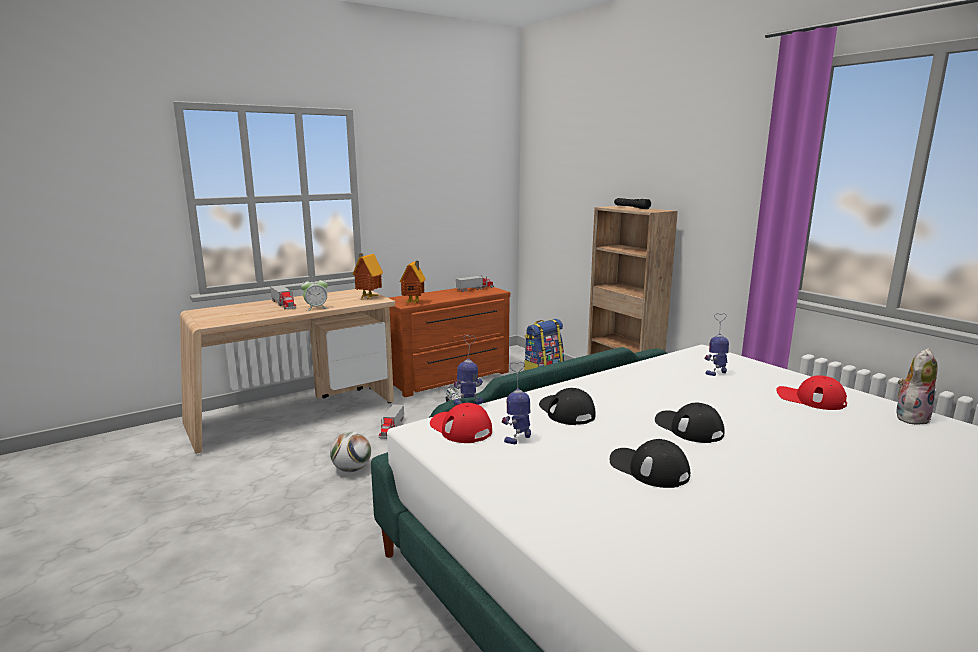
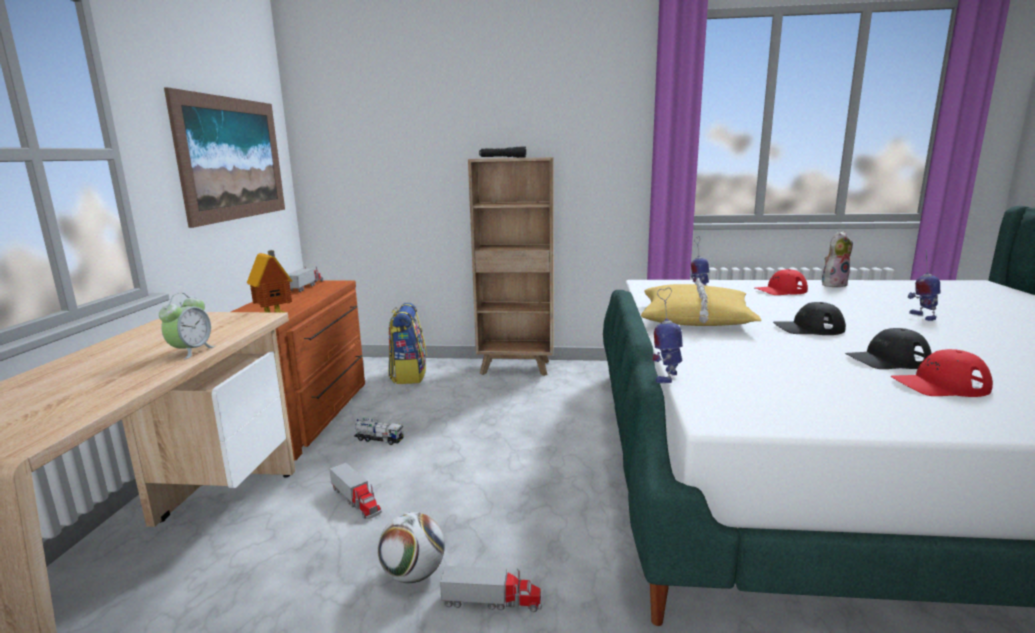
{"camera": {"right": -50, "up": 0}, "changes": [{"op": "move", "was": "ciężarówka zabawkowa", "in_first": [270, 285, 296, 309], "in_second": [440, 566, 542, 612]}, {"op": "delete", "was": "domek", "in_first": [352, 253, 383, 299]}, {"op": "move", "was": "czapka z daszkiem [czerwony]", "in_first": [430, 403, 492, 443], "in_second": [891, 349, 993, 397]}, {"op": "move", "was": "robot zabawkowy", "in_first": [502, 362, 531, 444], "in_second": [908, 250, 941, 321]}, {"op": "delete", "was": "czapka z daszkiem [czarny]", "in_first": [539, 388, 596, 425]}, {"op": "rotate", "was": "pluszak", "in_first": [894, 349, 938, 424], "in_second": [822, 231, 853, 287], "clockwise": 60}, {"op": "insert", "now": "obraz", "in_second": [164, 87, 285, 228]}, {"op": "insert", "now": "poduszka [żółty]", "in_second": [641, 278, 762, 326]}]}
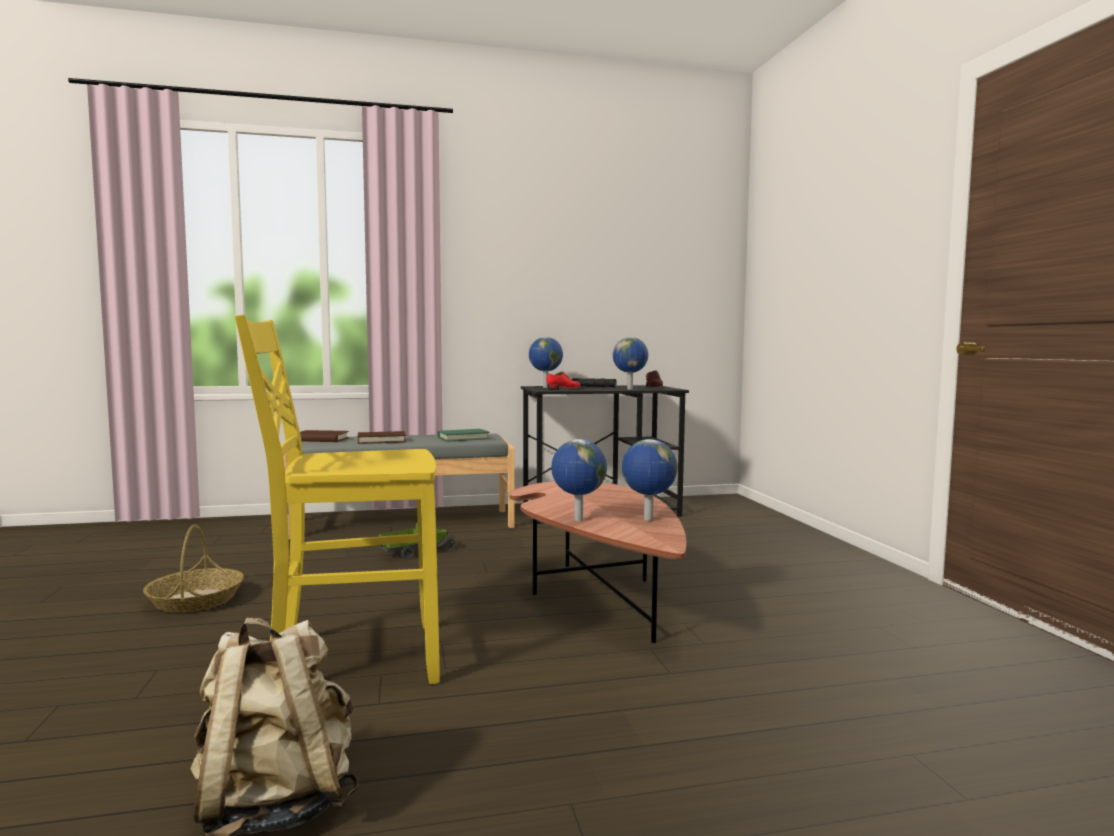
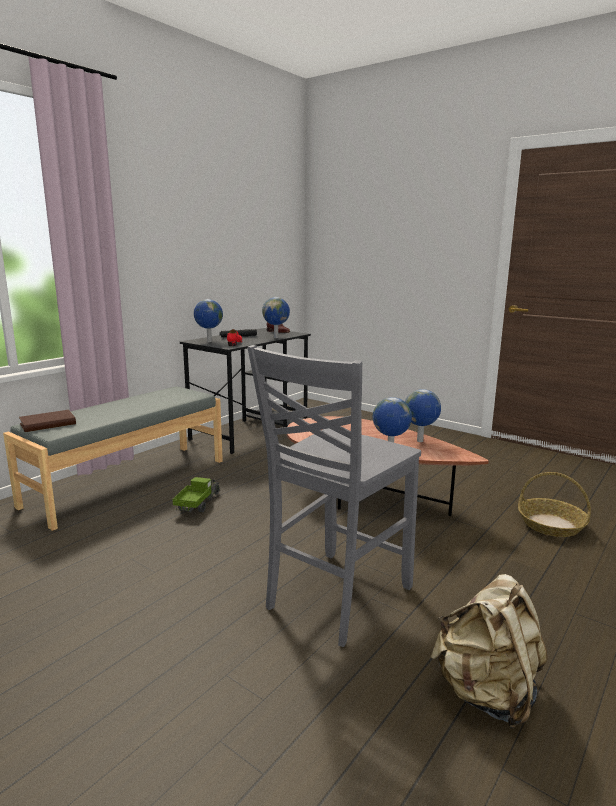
{"camera": {"right": -40, "up": 10}, "changes": [{"op": "move", "was": "koszyk", "in_first": [143, 524, 244, 613], "in_second": [518, 472, 591, 537]}, {"op": "recolor", "was": "krzesło [żółty]", "now": "krzesło [szary]", "in_first": [235, 315, 440, 684], "in_second": [247, 345, 421, 647]}, {"op": "delete", "was": "książka [brązowy]", "in_first": [358, 431, 406, 444]}, {"op": "delete", "was": "książka [zielony]", "in_first": [437, 429, 490, 442]}]}
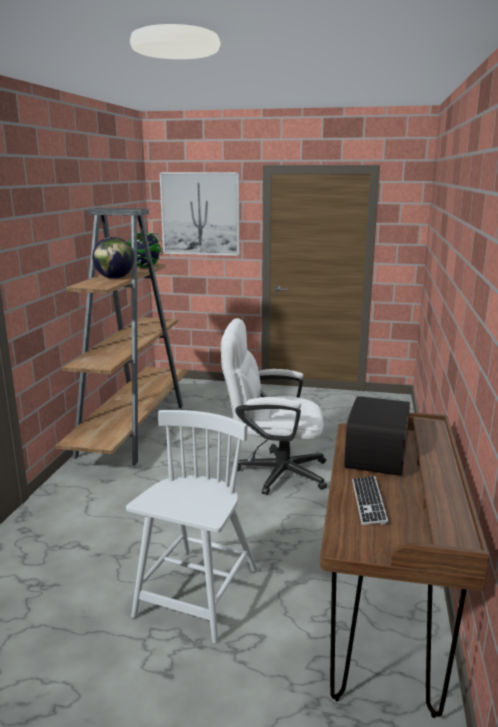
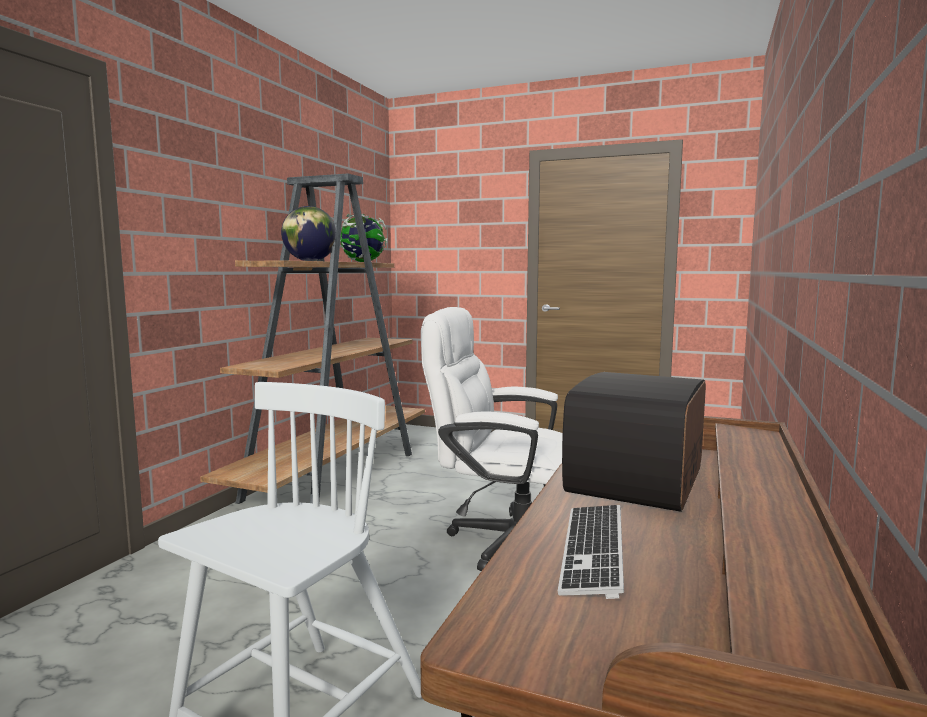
{"camera": {"right": 10, "up": -10}, "changes": [{"op": "delete", "was": "obraz", "in_first": [159, 172, 240, 256]}]}
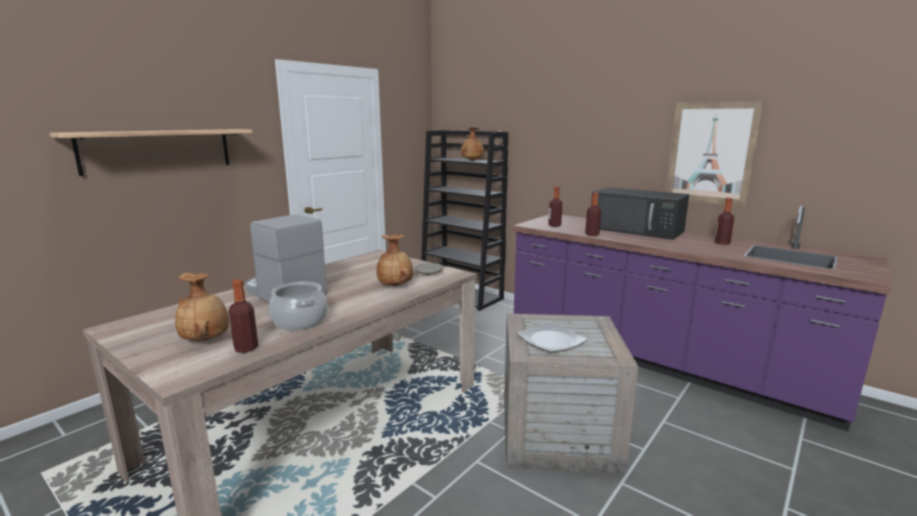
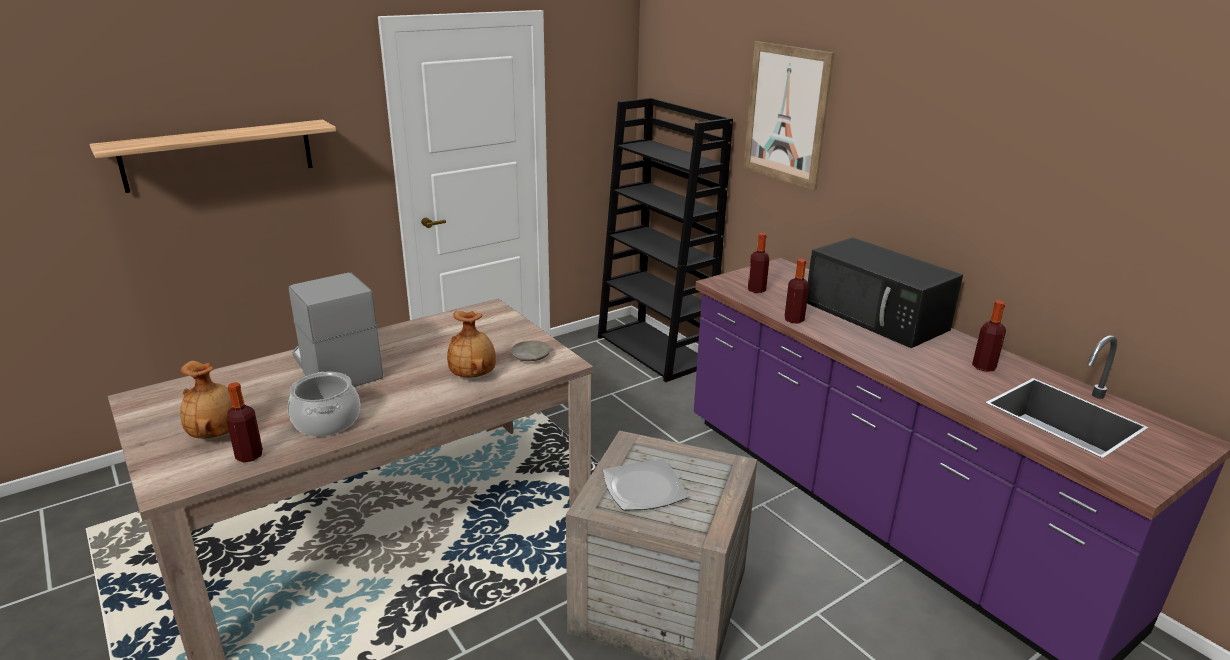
{"camera": {"right": 15, "up": 10}, "changes": [{"op": "delete", "was": "wazon [brązowy]", "in_first": [461, 127, 484, 161]}, {"op": "move", "was": "obraz", "in_first": [666, 101, 764, 207], "in_second": [743, 41, 834, 191]}]}
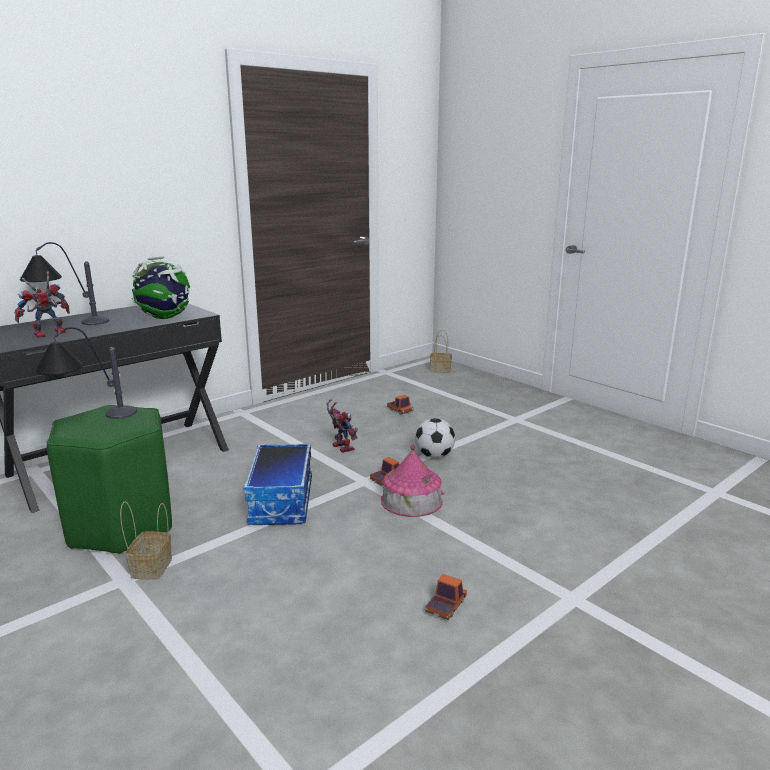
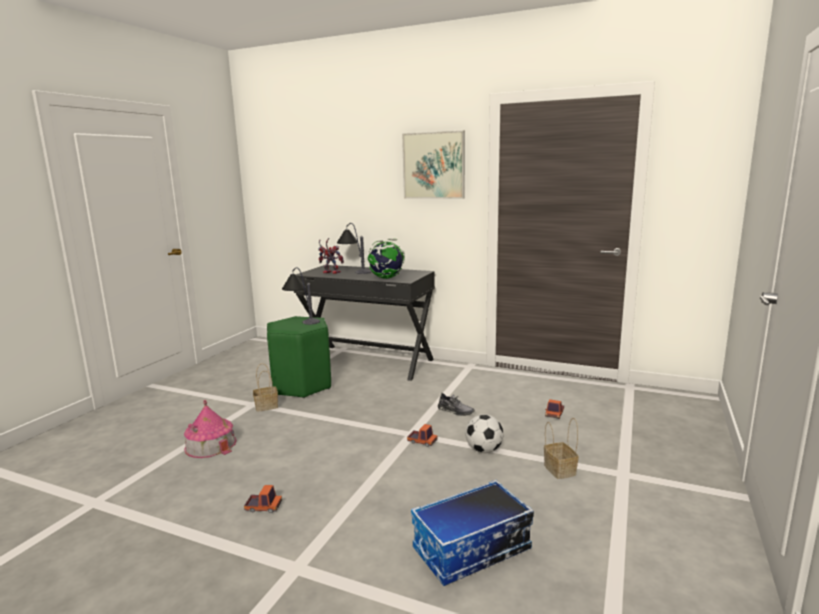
{"camera": {"right": 65, "up": -5}, "changes": [{"op": "move", "was": "pojemnik do przechowywania", "in_first": [243, 443, 312, 525], "in_second": [411, 480, 534, 586]}, {"op": "replace", "was": "robot zabawkowy", "now": "but [szary]", "in_first": [327, 399, 358, 453], "in_second": [438, 393, 475, 416]}, {"op": "move", "was": "domek", "in_first": [381, 444, 445, 517], "in_second": [184, 400, 237, 458]}, {"op": "move", "was": "koszyk", "in_first": [430, 330, 452, 373], "in_second": [544, 418, 579, 479]}, {"op": "insert", "now": "obraz", "in_second": [402, 131, 465, 199]}]}
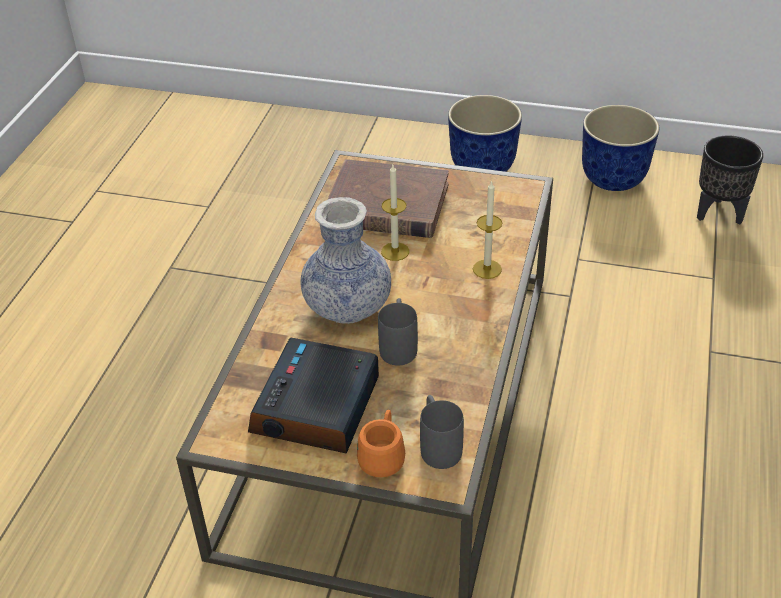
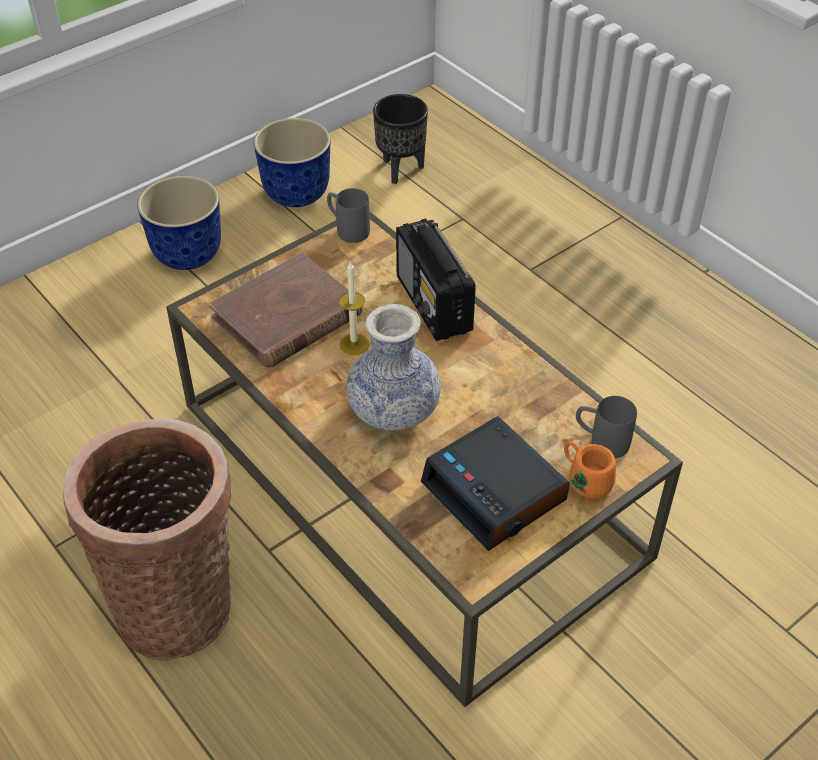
{"camera": {"right": -55, "up": 5}, "changes": [{"op": "move", "was": "kubek [szary]", "in_first": [378, 298, 418, 366], "in_second": [327, 188, 370, 243]}, {"op": "replace", "was": "świeca", "now": "radio", "in_first": [473, 180, 502, 279], "in_second": [396, 218, 476, 341]}, {"op": "insert", "now": "koszyk", "in_second": [63, 418, 231, 661]}]}
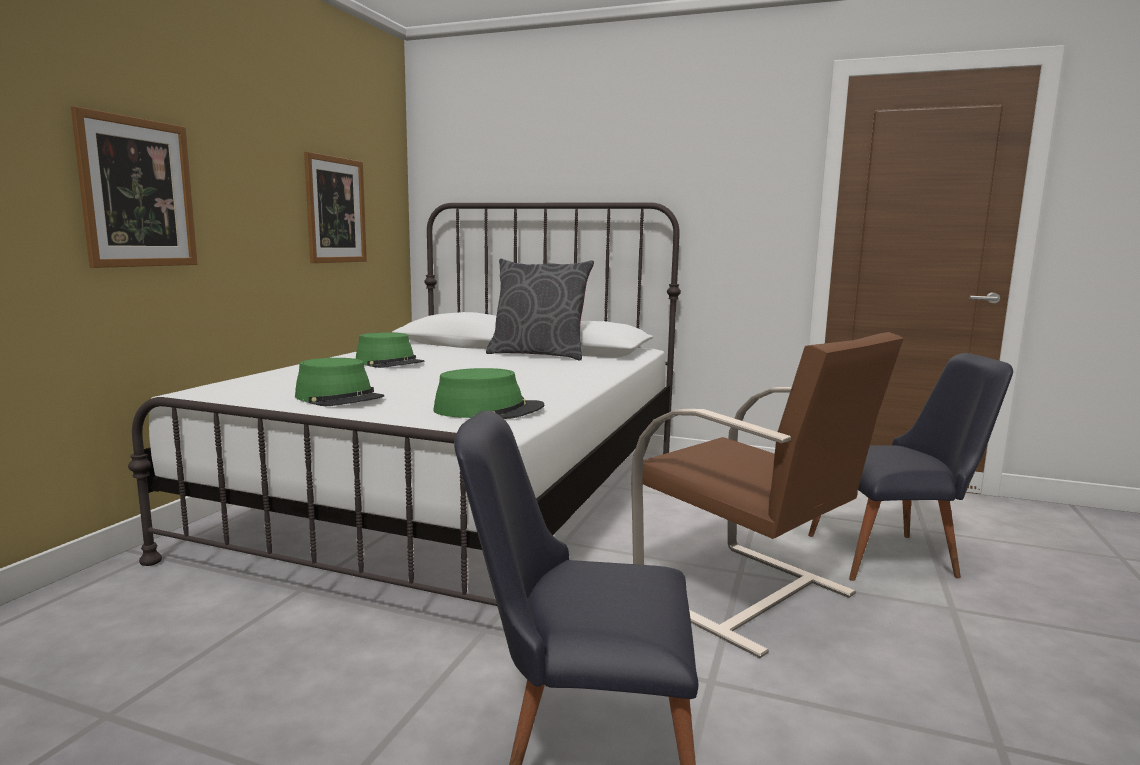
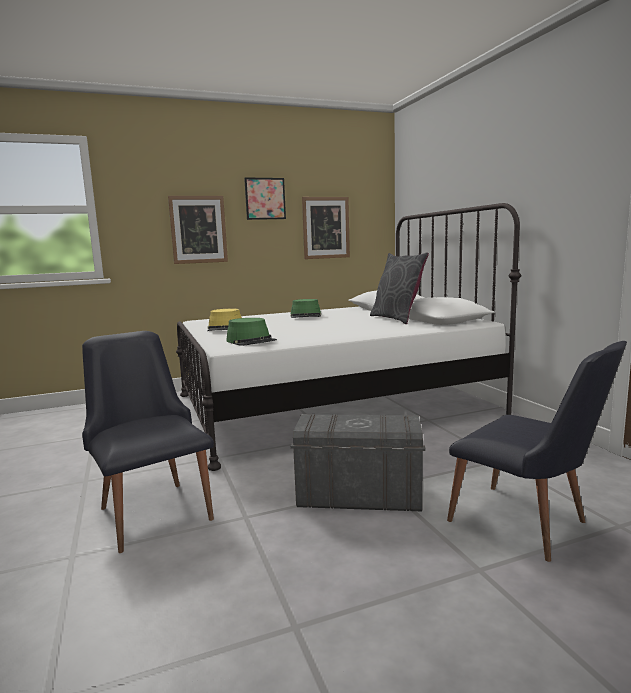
{"camera": {"right": 50, "up": 0}, "changes": [{"op": "recolor", "was": "kapelusz [zielony]", "now": "kapelusz [żółty]", "in_first": [295, 358, 384, 406], "in_second": [207, 309, 242, 331]}, {"op": "replace", "was": "fotel [brązowy]", "now": "pojemnik do przechowywania [szary]", "in_first": [631, 332, 904, 658], "in_second": [291, 414, 426, 511]}, {"op": "insert", "now": "obraz", "in_second": [244, 177, 286, 220]}]}
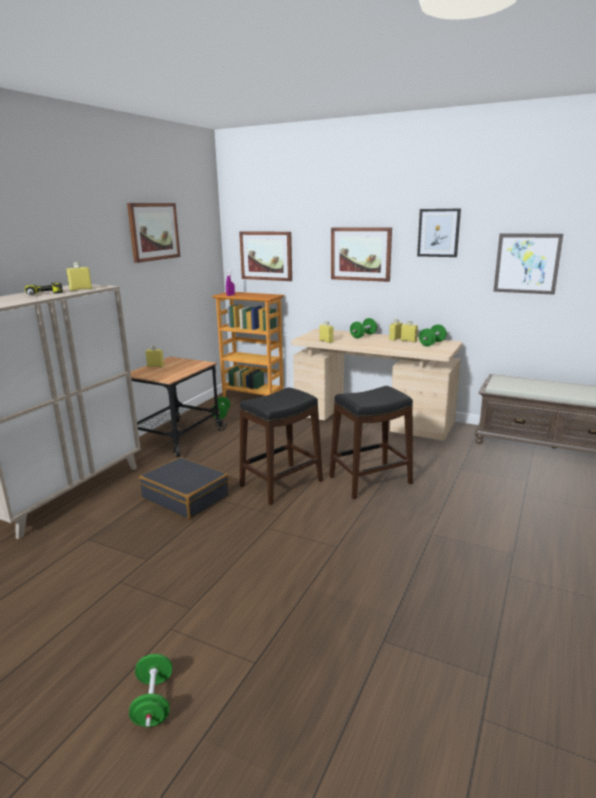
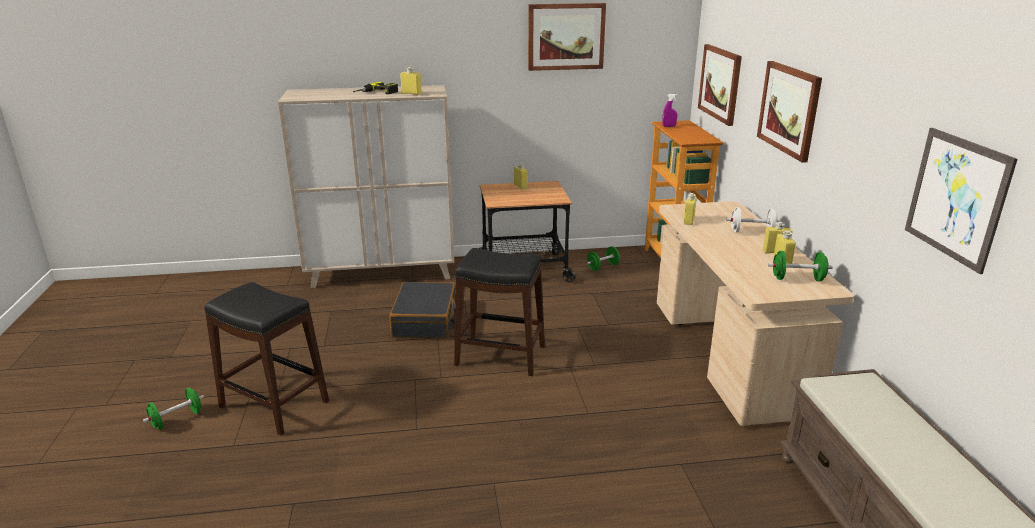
{"camera": {"right": 55, "up": 5}, "changes": [{"op": "move", "was": "stołek [czarny]", "in_first": [329, 386, 413, 499], "in_second": [204, 282, 329, 436]}, {"op": "recolor", "was": "hantel [zielony]", "now": "hantel [biały]", "in_first": [350, 318, 377, 339], "in_second": [726, 207, 782, 233]}, {"op": "delete", "was": "obraz", "in_first": [417, 208, 461, 257]}]}
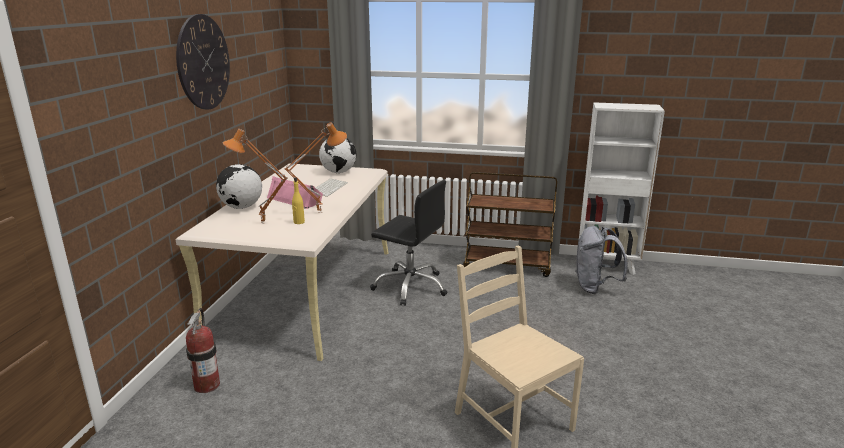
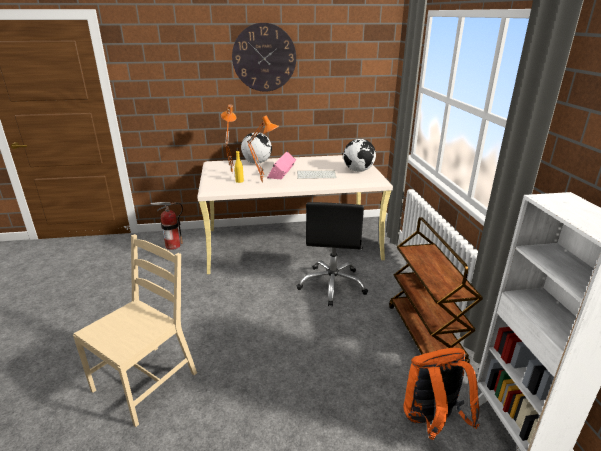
{"camera": {"right": 70, "up": 5}, "changes": [{"op": "recolor", "was": "plecak [szary]", "now": "plecak [pomarańczowy]", "in_first": [575, 226, 628, 294], "in_second": [404, 348, 480, 440]}]}
